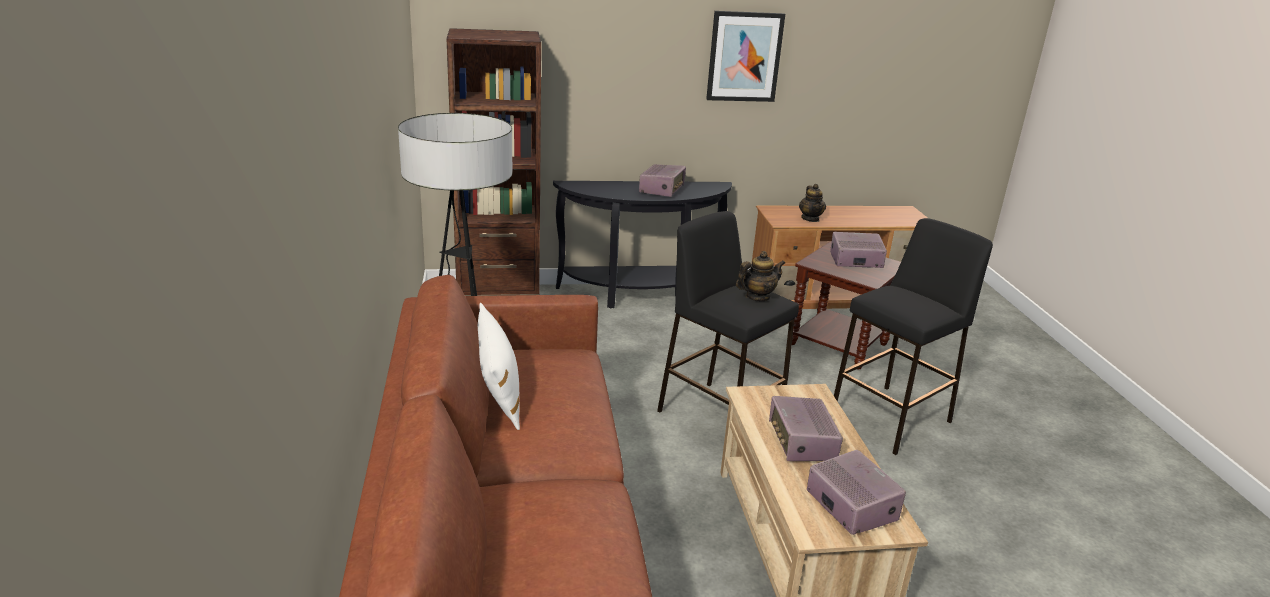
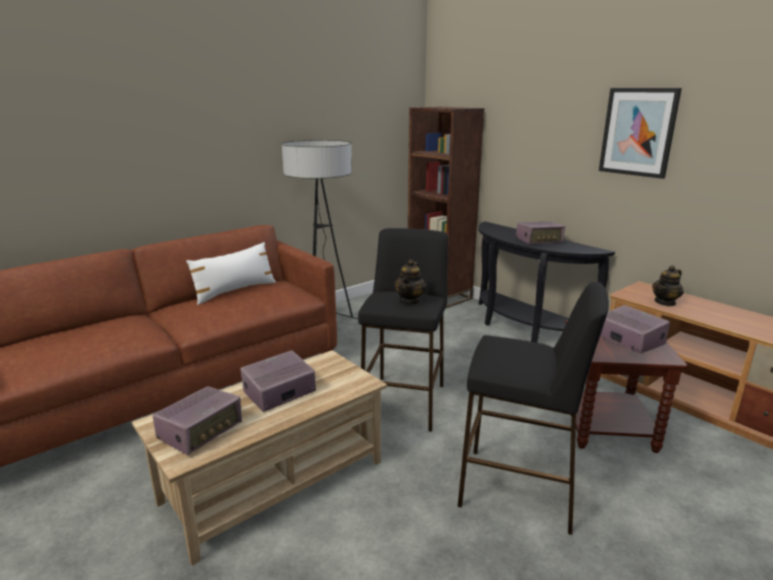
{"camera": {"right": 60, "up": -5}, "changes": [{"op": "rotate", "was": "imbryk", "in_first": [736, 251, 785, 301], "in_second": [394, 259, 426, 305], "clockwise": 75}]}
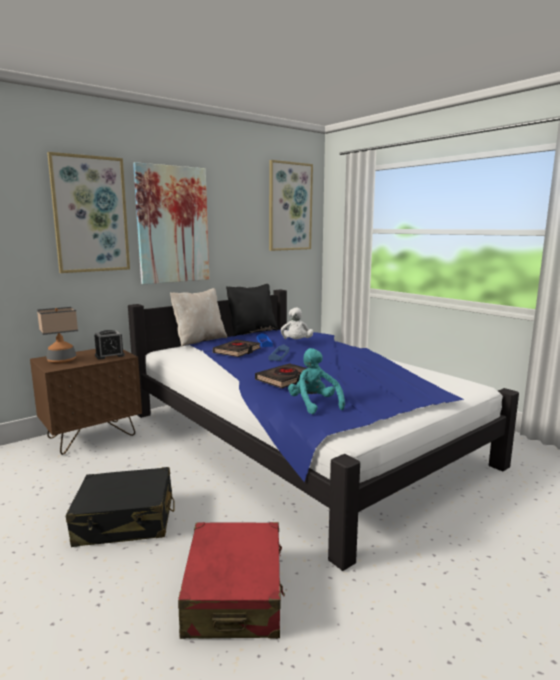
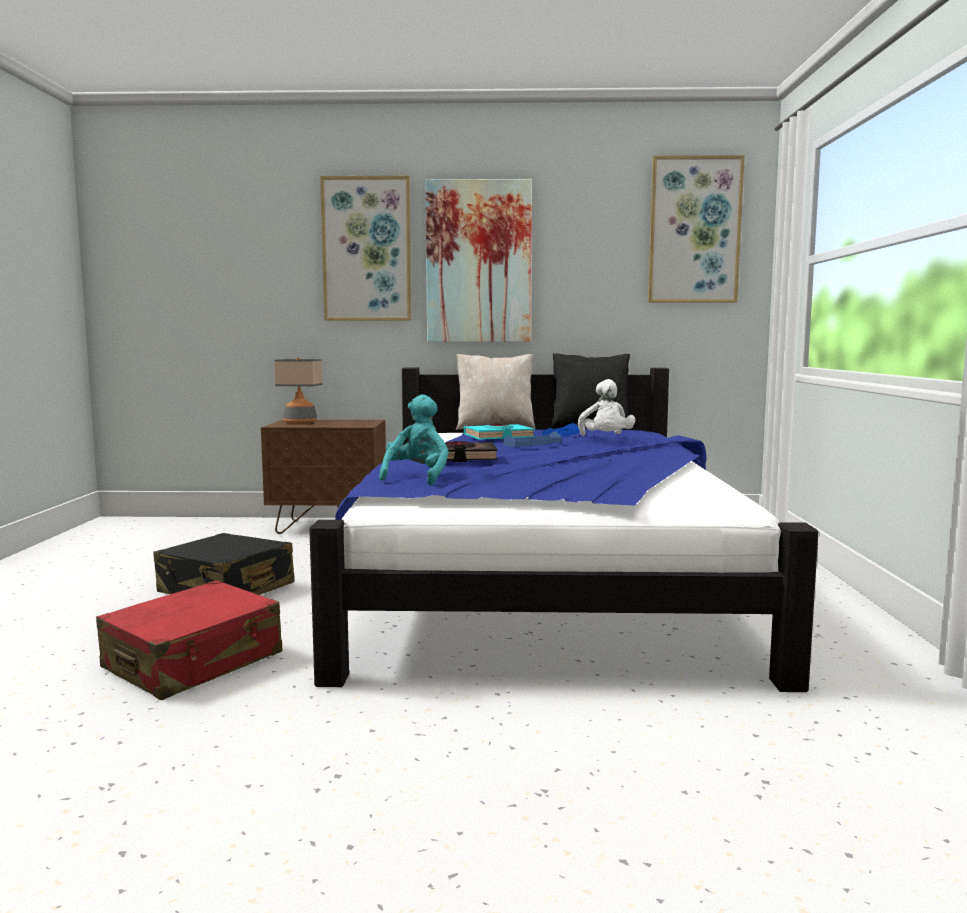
{"camera": {"right": 40, "up": -5}, "changes": [{"op": "delete", "was": "budzik", "in_first": [94, 330, 125, 360]}, {"op": "recolor", "was": "książka [czarny]", "now": "książka [turkusowy]", "in_first": [213, 340, 260, 357], "in_second": [464, 424, 535, 440]}, {"op": "rotate", "was": "pluszak [biały]", "in_first": [281, 307, 313, 339], "in_second": [578, 379, 635, 436], "clockwise": -45}]}
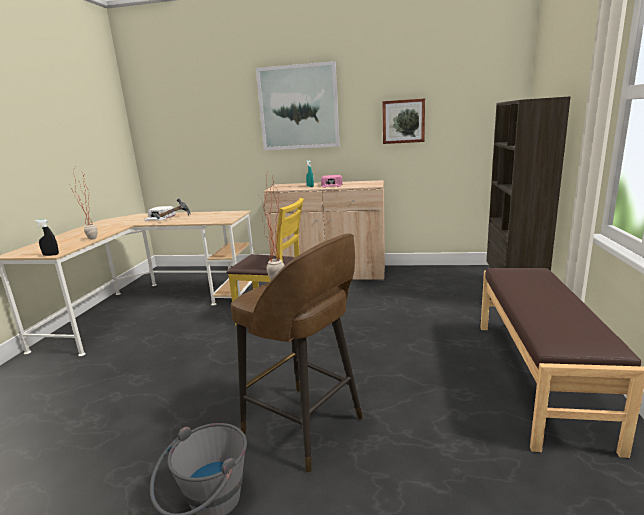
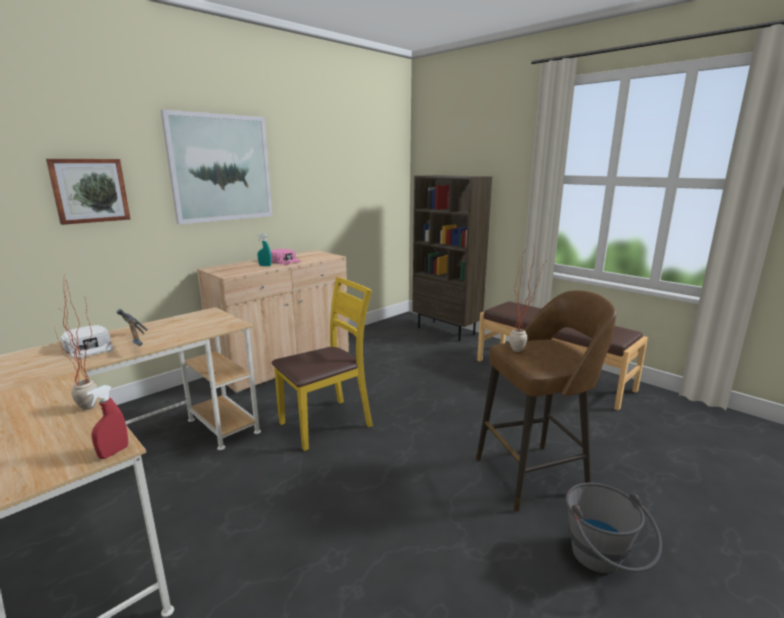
{"camera": {"right": -55, "up": 0}, "changes": [{"op": "recolor", "was": "spryskiwacz [czarny]", "now": "spryskiwacz [czerwony]", "in_first": [35, 219, 59, 256], "in_second": [86, 385, 128, 459]}, {"op": "move", "was": "obraz", "in_first": [382, 98, 425, 144], "in_second": [46, 159, 130, 225]}]}
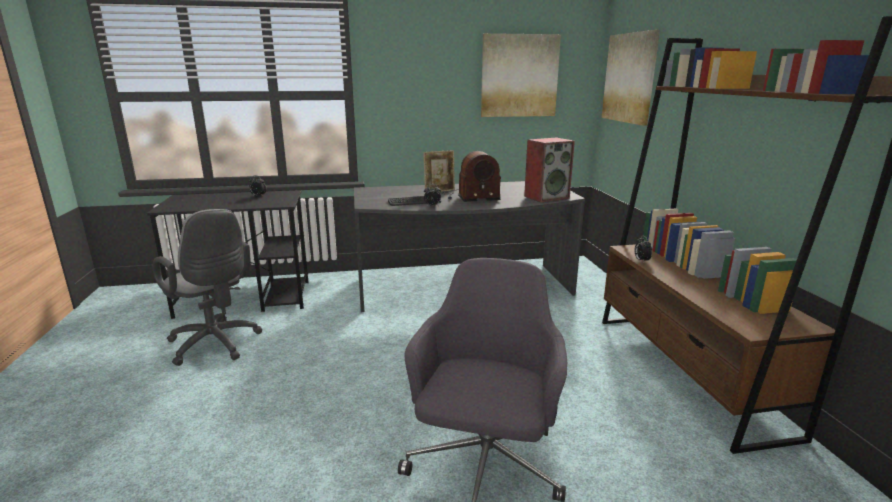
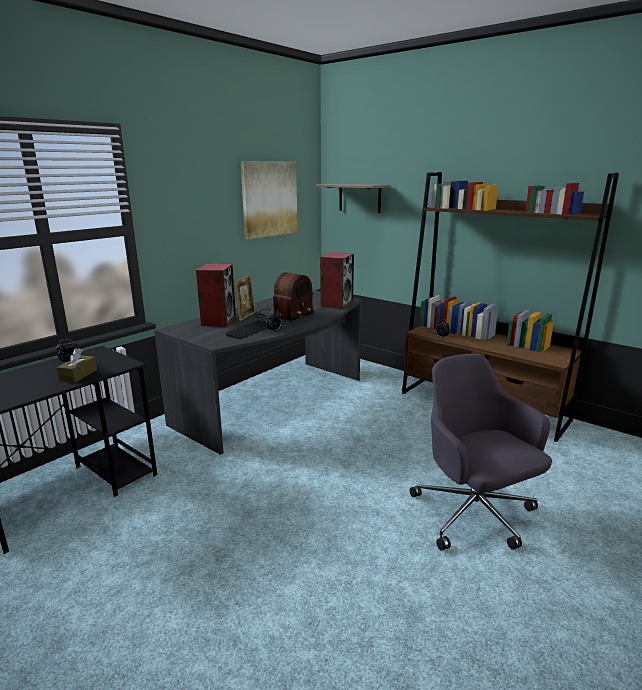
{"camera": {"right": -40, "up": 0}, "changes": [{"op": "delete", "was": "krzesło biurowe [szary]", "in_first": [153, 209, 262, 366]}, {"op": "replace", "was": "obraz", "now": "półka", "in_first": [602, 30, 660, 126], "in_second": [316, 184, 390, 213]}, {"op": "insert", "now": "pudełko chusteczek [brązowy]", "in_second": [57, 348, 97, 383]}, {"op": "insert", "now": "głośnik", "in_second": [196, 263, 236, 327]}]}
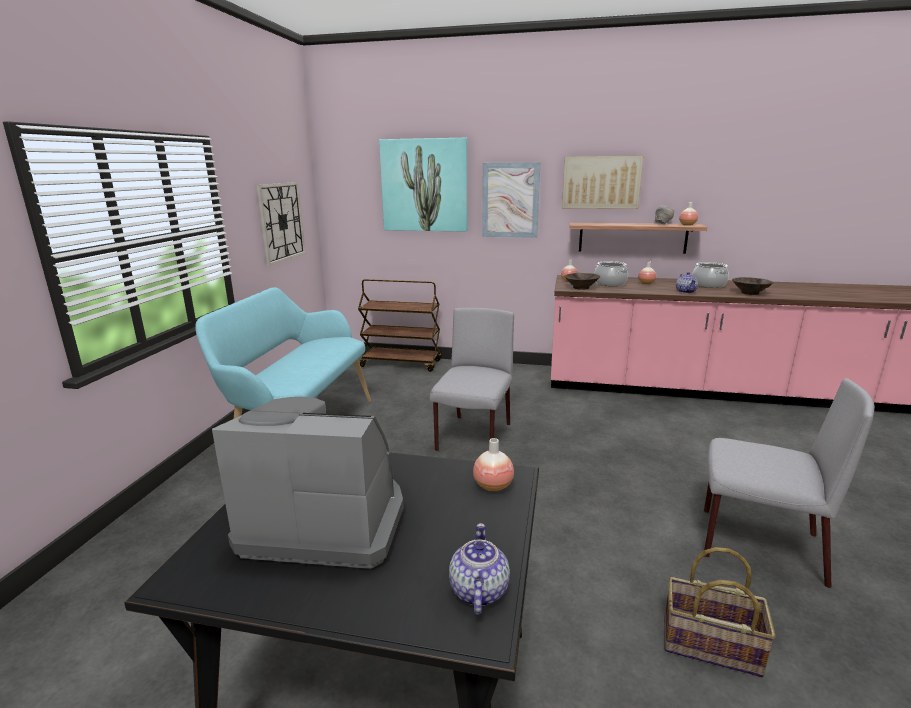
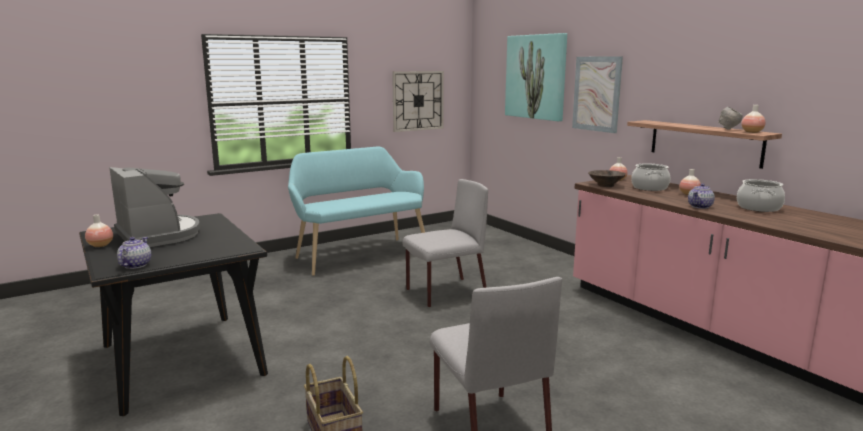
{"camera": {"right": 45, "up": -5}, "changes": [{"op": "delete", "was": "wózek [brązowy]", "in_first": [358, 279, 441, 372]}, {"op": "rotate", "was": "imbryk", "in_first": [449, 523, 510, 615], "in_second": [117, 237, 151, 269], "clockwise": -45}, {"op": "move", "was": "wazon", "in_first": [473, 438, 514, 492], "in_second": [85, 215, 113, 247]}, {"op": "delete", "was": "obraz", "in_first": [562, 156, 643, 209]}, {"op": "delete", "was": "miska [brązowy]", "in_first": [732, 277, 773, 295]}]}
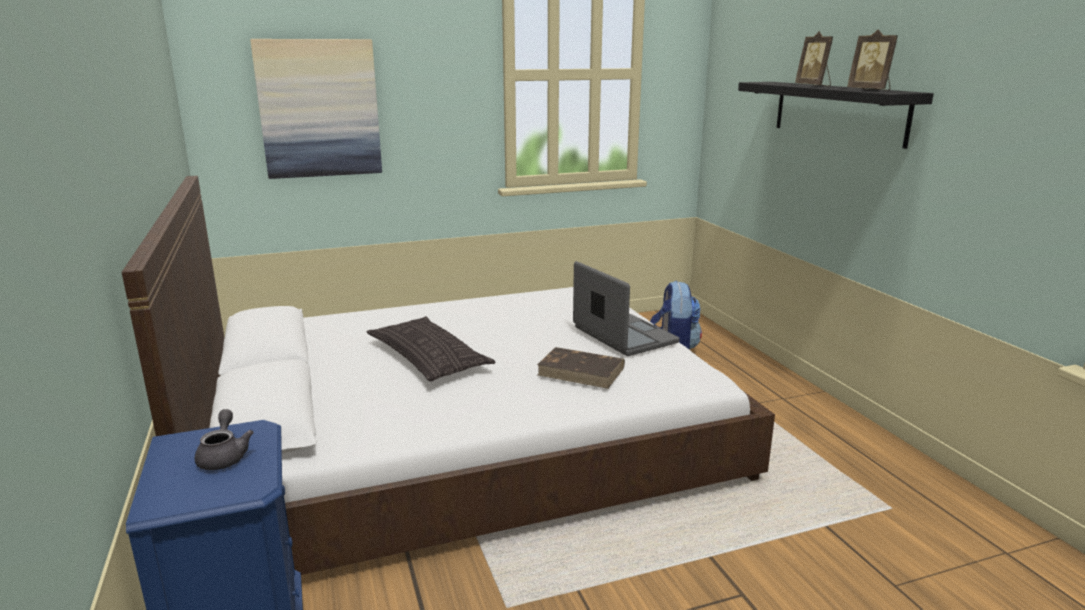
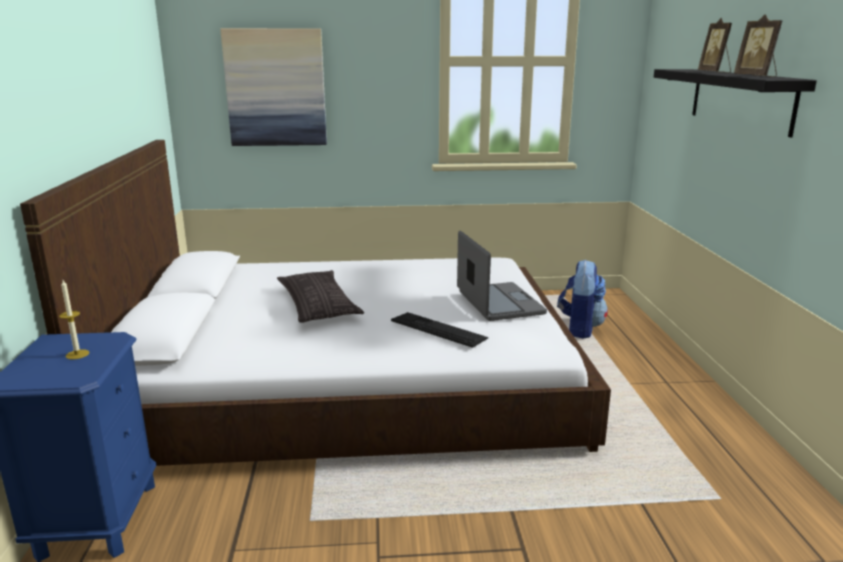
{"camera": {"right": 15, "up": 0}, "changes": [{"op": "replace", "was": "imbryk [szary]", "now": "świeca", "in_first": [195, 409, 254, 470], "in_second": [59, 280, 89, 359]}, {"op": "replace", "was": "książka [brązowy]", "now": "klawiatura", "in_first": [537, 347, 625, 389], "in_second": [391, 312, 488, 348]}]}
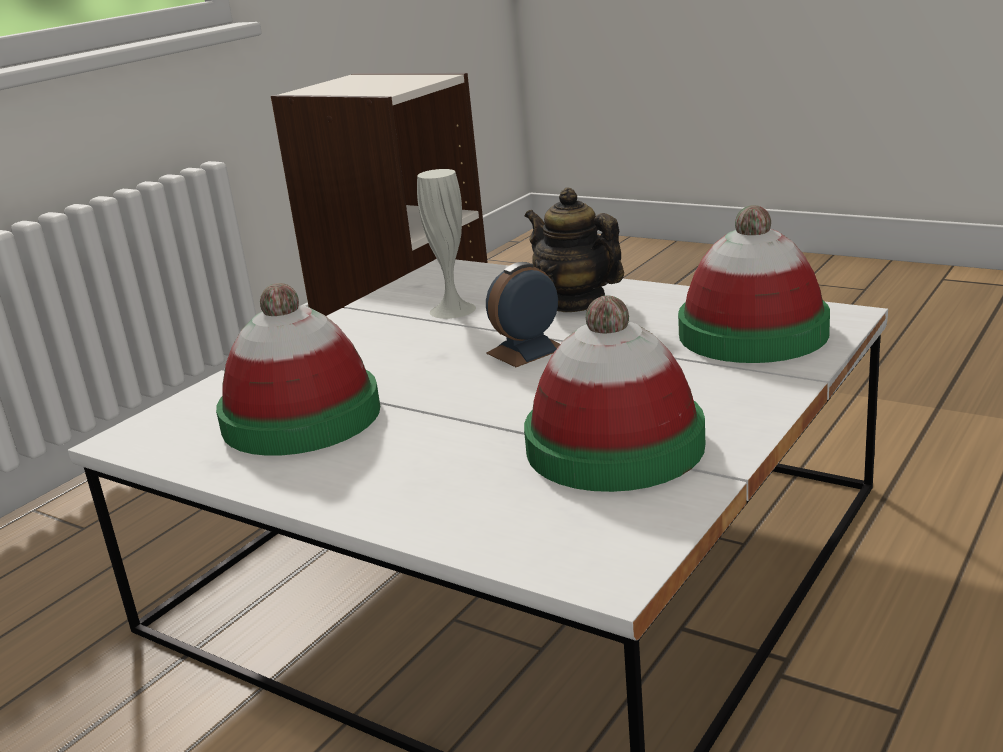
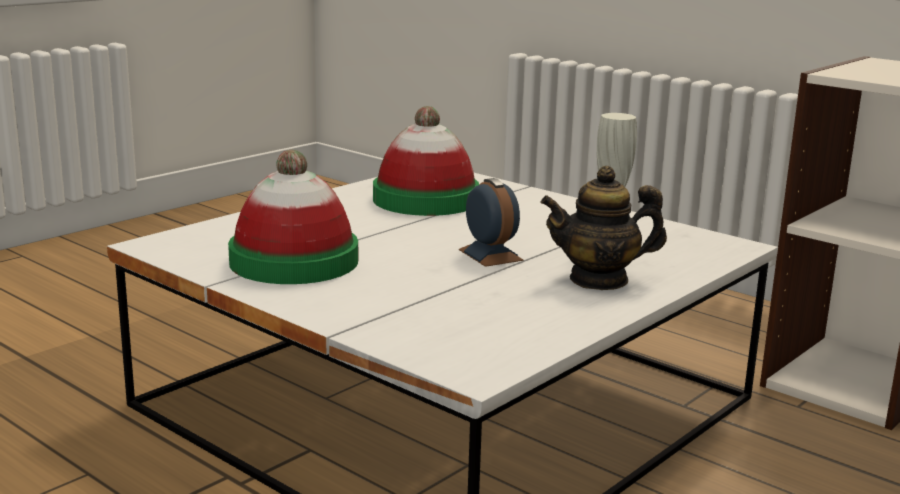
{"camera": {"right": 95, "up": -5}, "changes": [{"op": "rotate", "was": "imbryk", "in_first": [525, 188, 624, 312], "in_second": [541, 166, 667, 290], "clockwise": -150}, {"op": "delete", "was": "kapelusz", "in_first": [678, 205, 830, 363]}]}
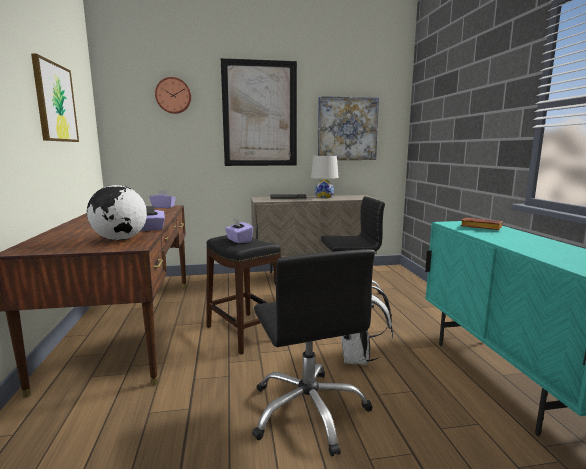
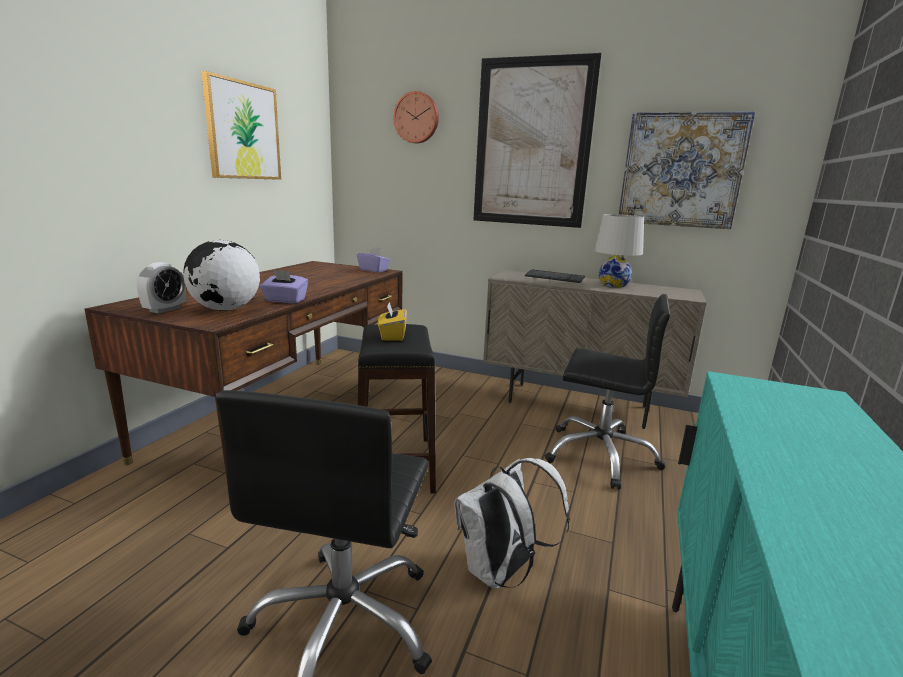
{"camera": {"right": 30, "up": 5}, "changes": [{"op": "recolor", "was": "pudełko chusteczek [fioletowy]", "now": "pudełko chusteczek [żółty]", "in_first": [225, 218, 253, 243], "in_second": [378, 302, 407, 341]}, {"op": "delete", "was": "książka [brązowy]", "in_first": [461, 218, 503, 230]}, {"op": "insert", "now": "budzik", "in_second": [137, 262, 186, 313]}]}
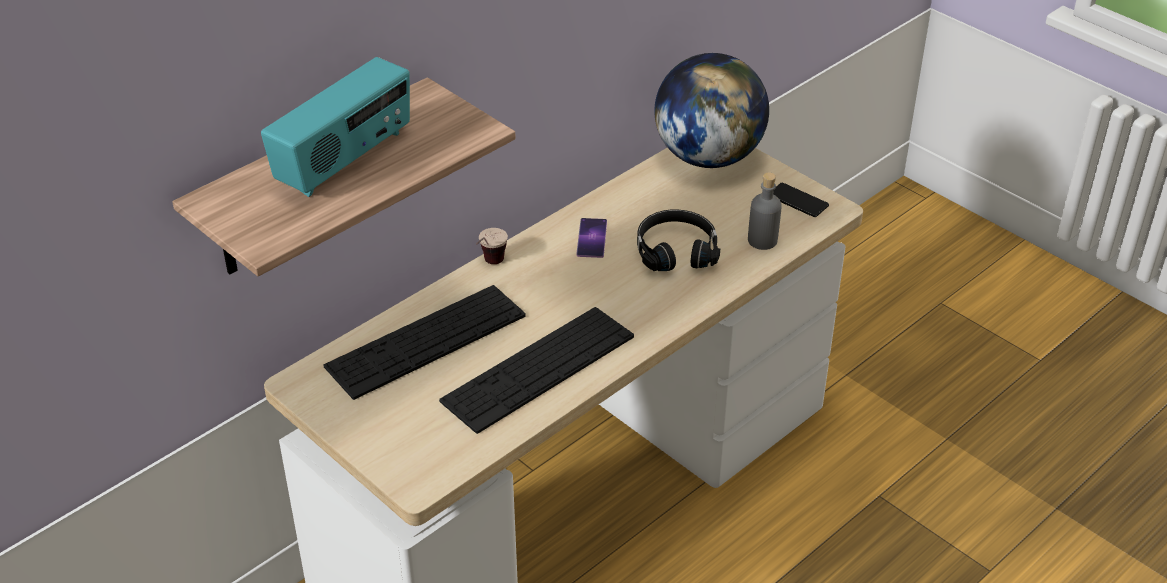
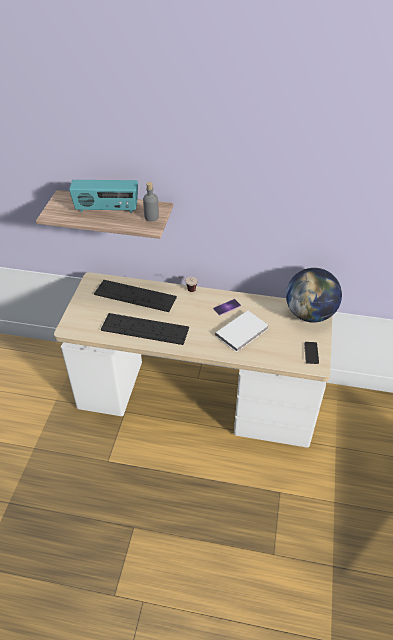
{"camera": {"right": 55, "up": 5}, "changes": [{"op": "replace", "was": "słuchawki [czarny]", "now": "książka [biały]", "in_first": [637, 209, 720, 271], "in_second": [215, 310, 269, 352]}, {"op": "move", "was": "butelka [szary]", "in_first": [748, 172, 782, 250], "in_second": [143, 182, 159, 222]}]}
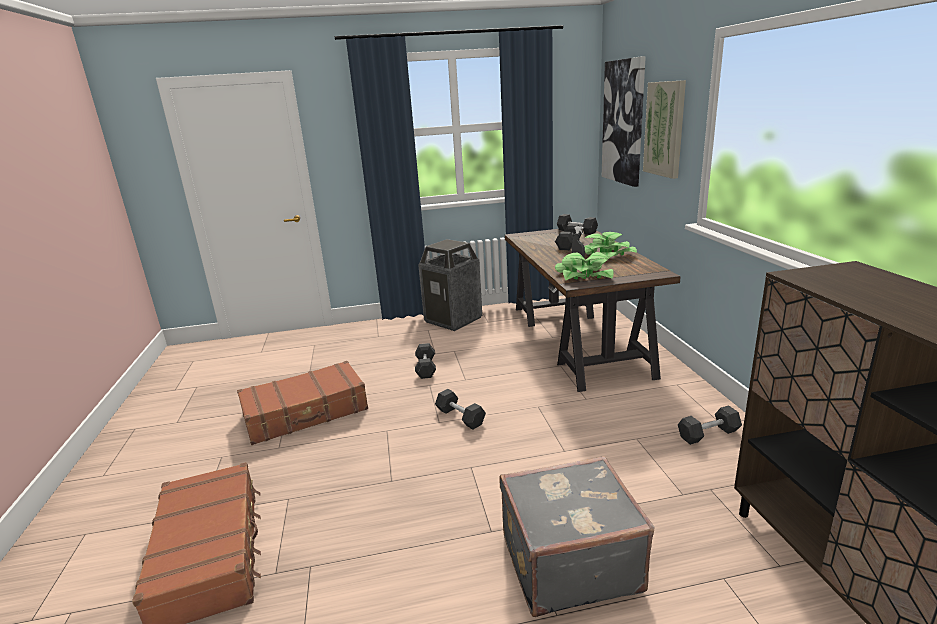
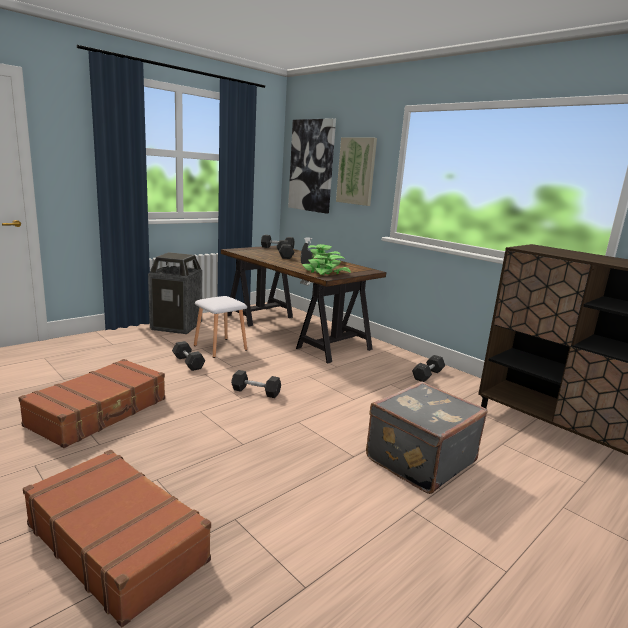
{"camera": {"right": -35, "up": -5}, "changes": [{"op": "insert", "now": "stołek [biały]", "in_second": [194, 296, 247, 358]}]}
